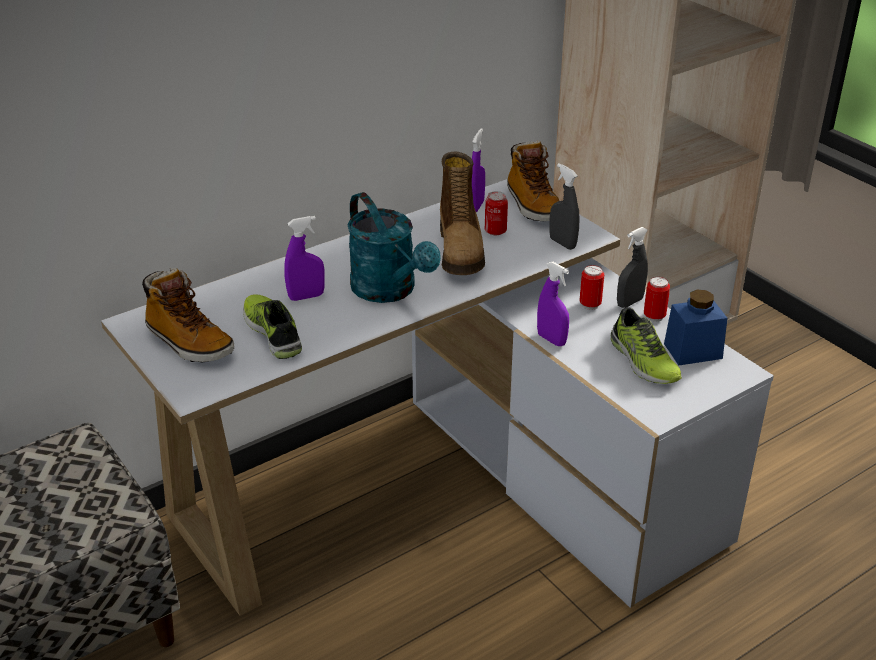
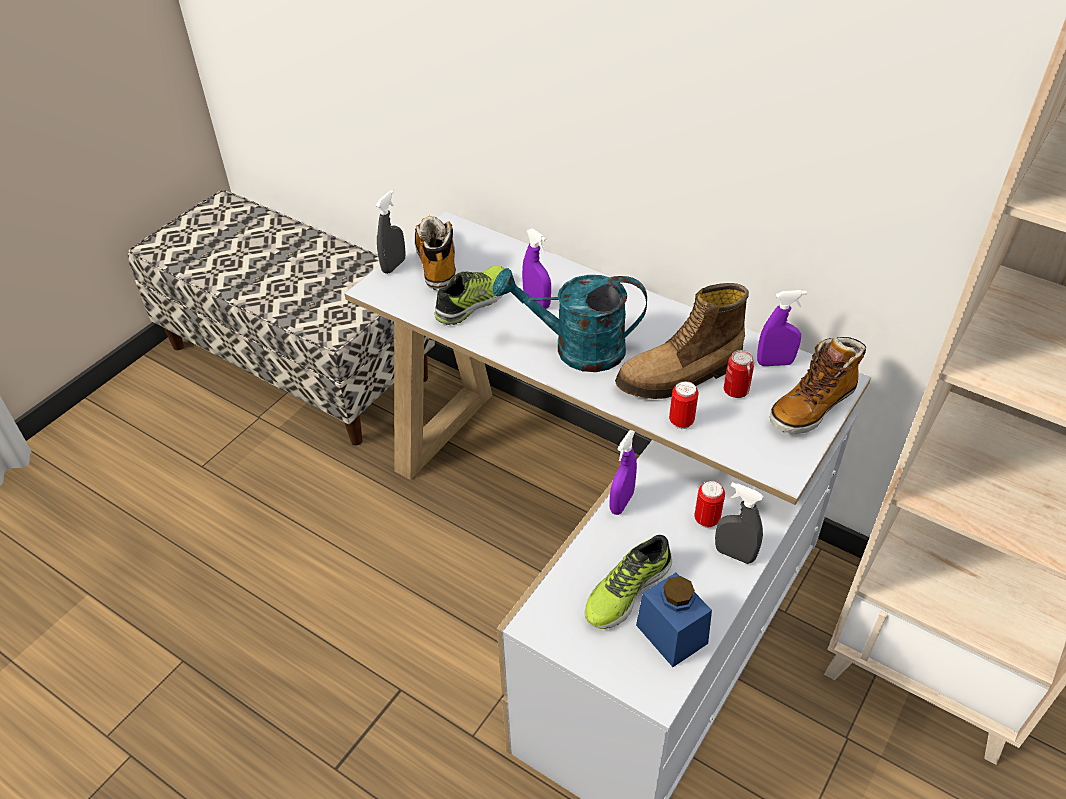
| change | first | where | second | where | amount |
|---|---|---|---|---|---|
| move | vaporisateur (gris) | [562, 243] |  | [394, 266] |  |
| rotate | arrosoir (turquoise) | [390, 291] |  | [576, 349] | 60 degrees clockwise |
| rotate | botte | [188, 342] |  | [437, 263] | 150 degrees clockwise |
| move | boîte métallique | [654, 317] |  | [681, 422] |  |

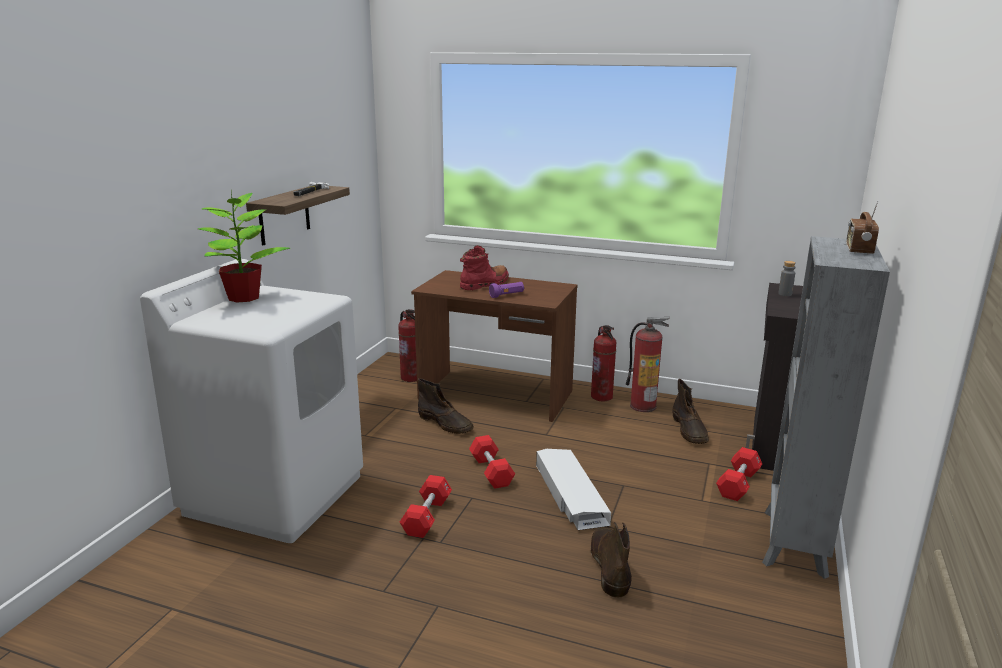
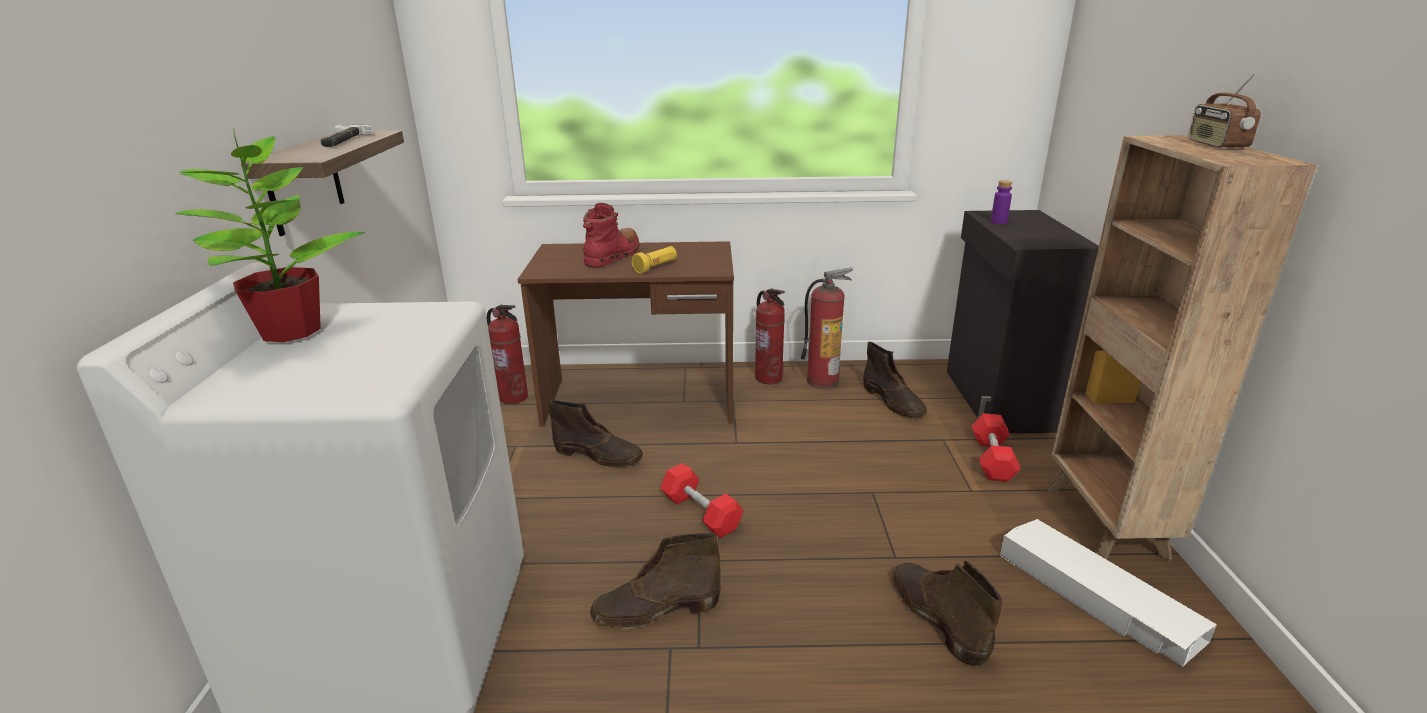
| change | first | where | second | where | amount |
|---|---|---|---|---|---|
| recolor | bibliothèque (gris) | [794, 544] | bibliothèque (marron) | [1105, 523] |  |
| recolor | bouteille (gris) | [785, 294] | bouteille (violet) | [998, 222] |  |
| recolor | lampe de poche (violet) | [507, 295] | lampe de poche (jaune) | [656, 267] |  |
| move | boîte de rangement (blanc) | [570, 494] |  | [1097, 597] |  |
| replace | haltère (rouge) | [427, 517] | botte (marron) | [655, 609] |  |

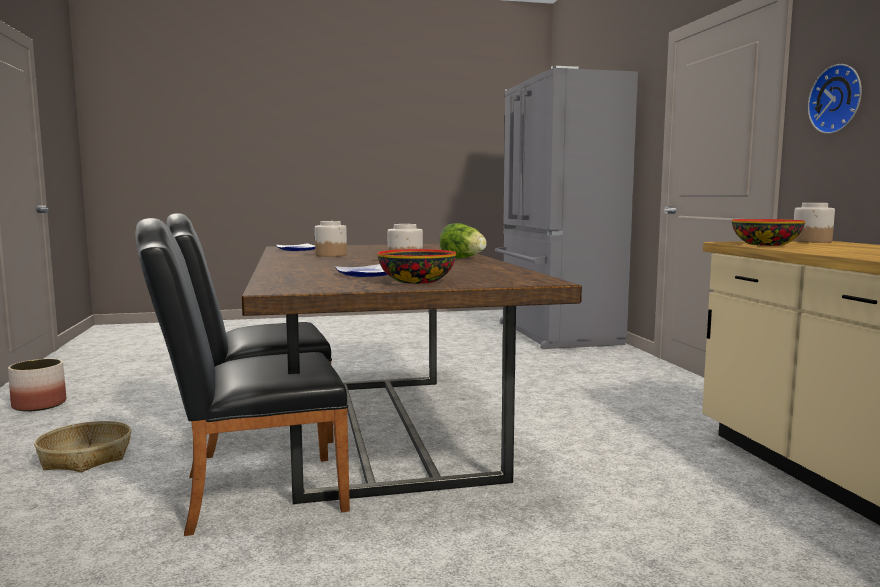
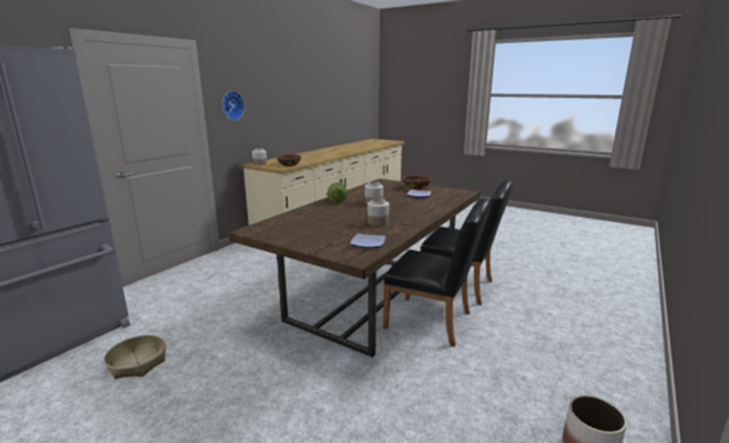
| change | first | where | second | where | amount |
|---|---|---|---|---|---|
| move | panier | [86, 457] |  | [137, 363] |  |

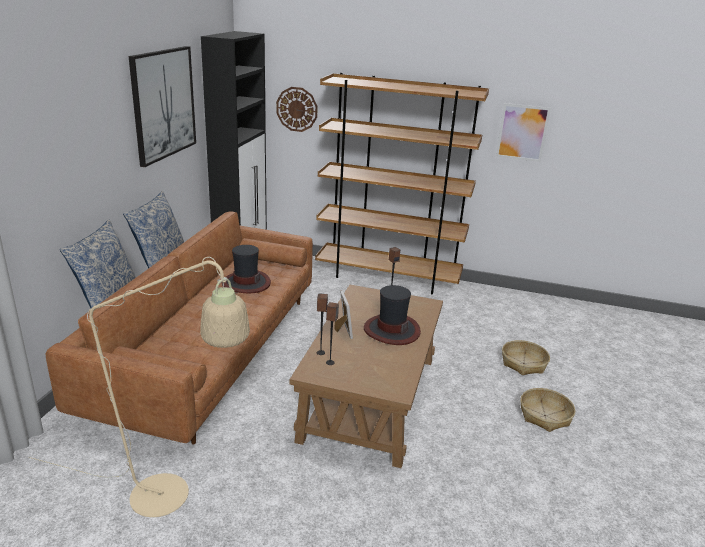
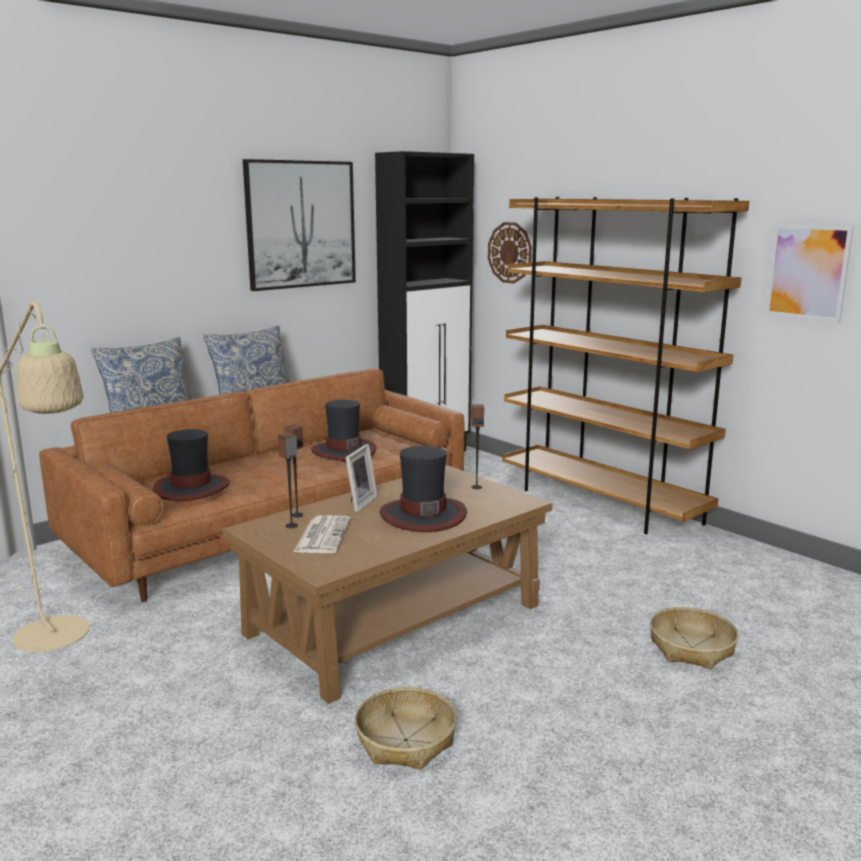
| change | first | where | second | where | amount |
|---|---|---|---|---|---|
| move | panier | [545, 416] |  | [406, 740] |  |
| insert |  |  | chapeau | [191, 488] |  |
| insert |  |  | journal | [322, 535] |  |

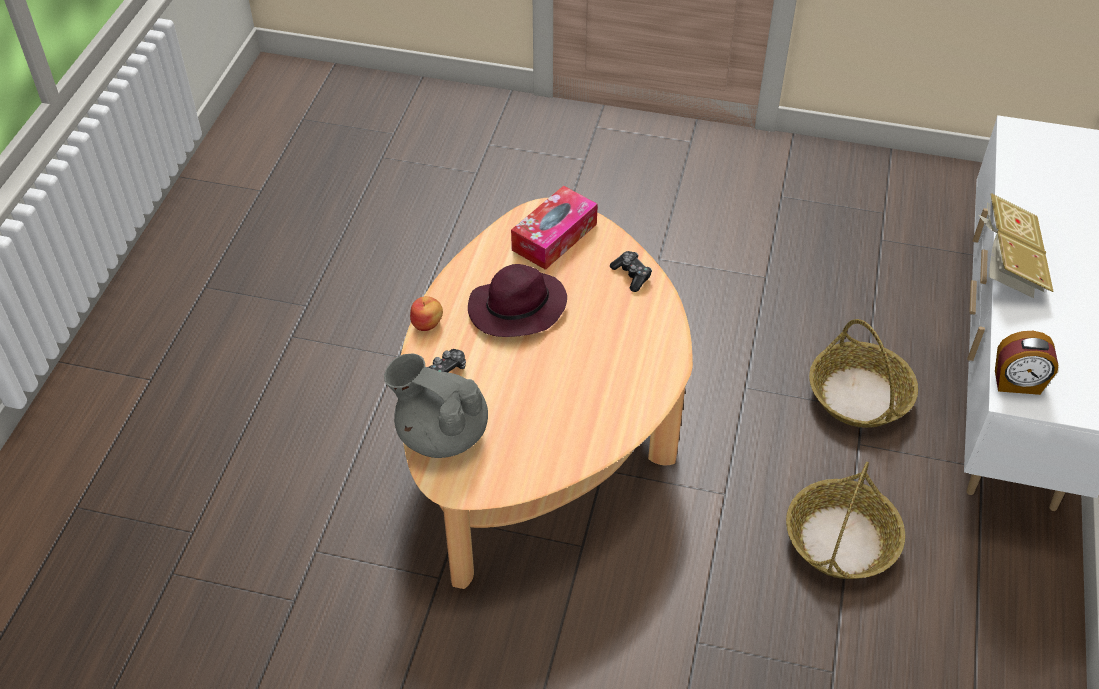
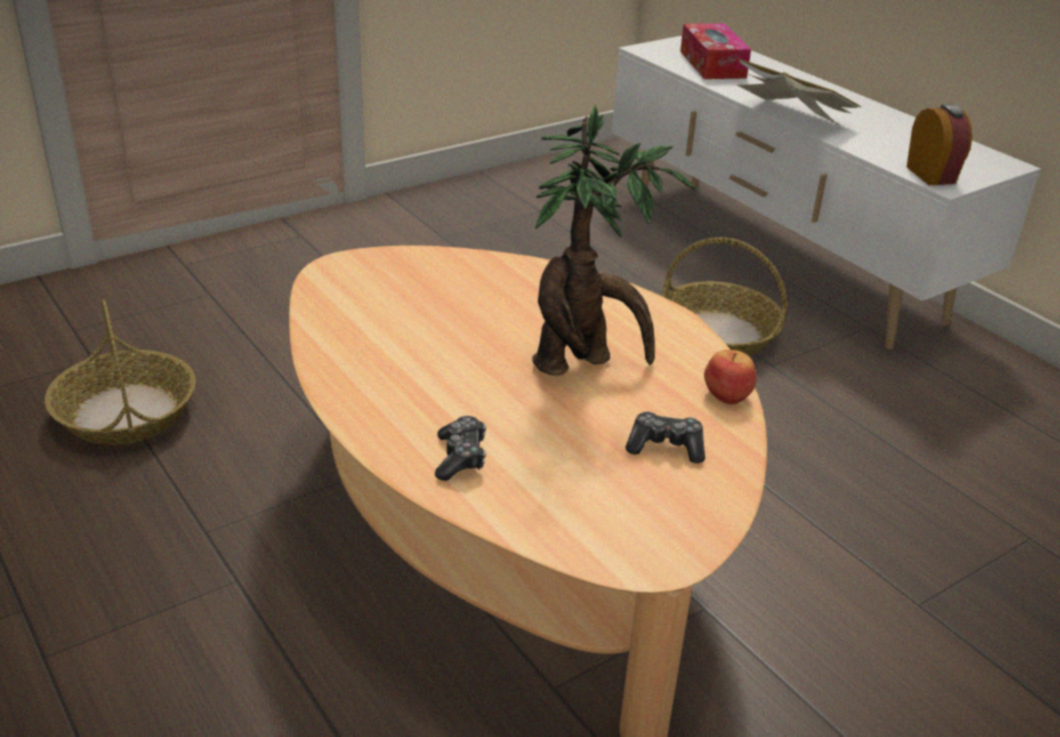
| change | first | where | second | where | amount |
|---|---|---|---|---|---|
| move | boîte à mouchoirs | [554, 237] |  | [712, 64] |  |
| move | manette | [632, 275] |  | [665, 446] |  |
| delete | chapeau (violet) | [516, 309] |  |  |  |
| move | pomme | [427, 323] |  | [728, 394] |  |
| rotate | réveil | [1017, 383] |  | [932, 175] | 60 degrees counterclockwise |
| delete | théière (gris) | [441, 433] |  |  |  |
| move | panier | [841, 541] |  | [126, 413] |  |
| insert |  |  | plante en pot | [584, 363] |  |

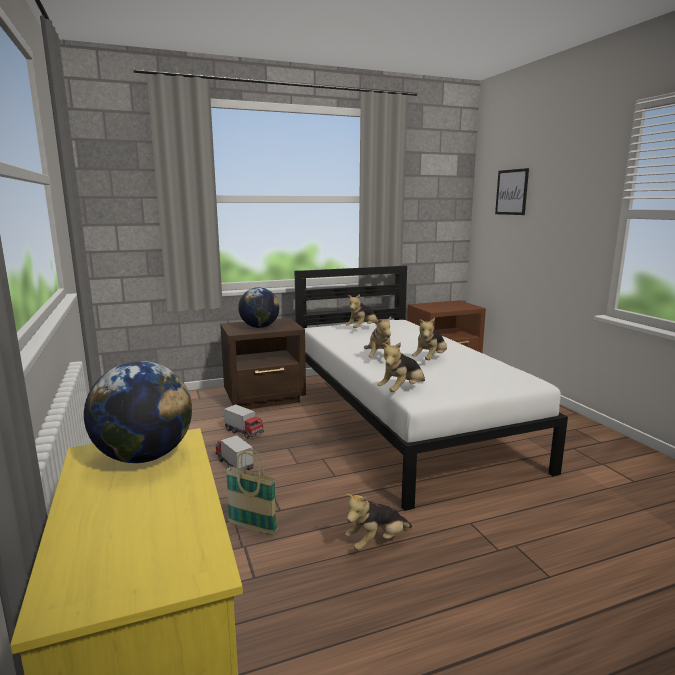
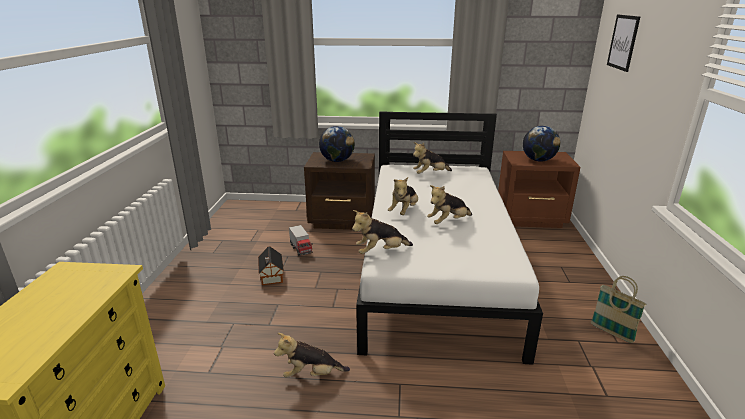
| change | first | where | second | where | amount |
|---|---|---|---|---|---|
| move | globe | [144, 456] |  | [538, 160] |  |
| replace | camion jouet | [234, 464] | maison miniature | [271, 276] |  |
| move | panier | [252, 527] |  | [611, 333] |  |

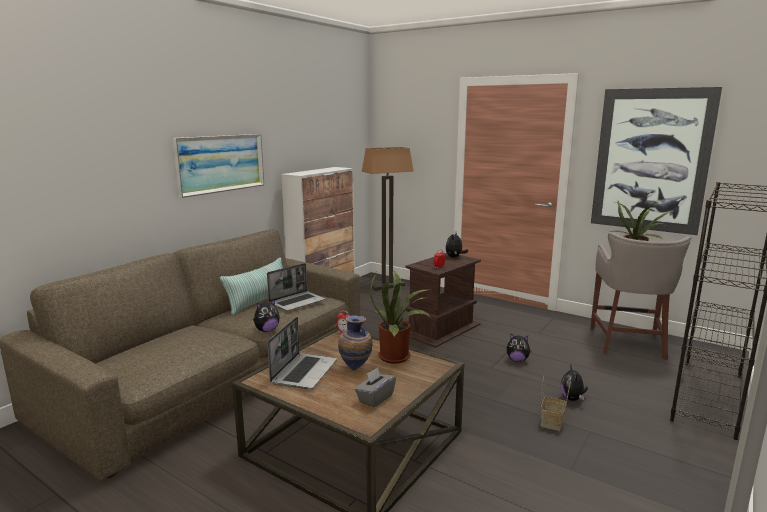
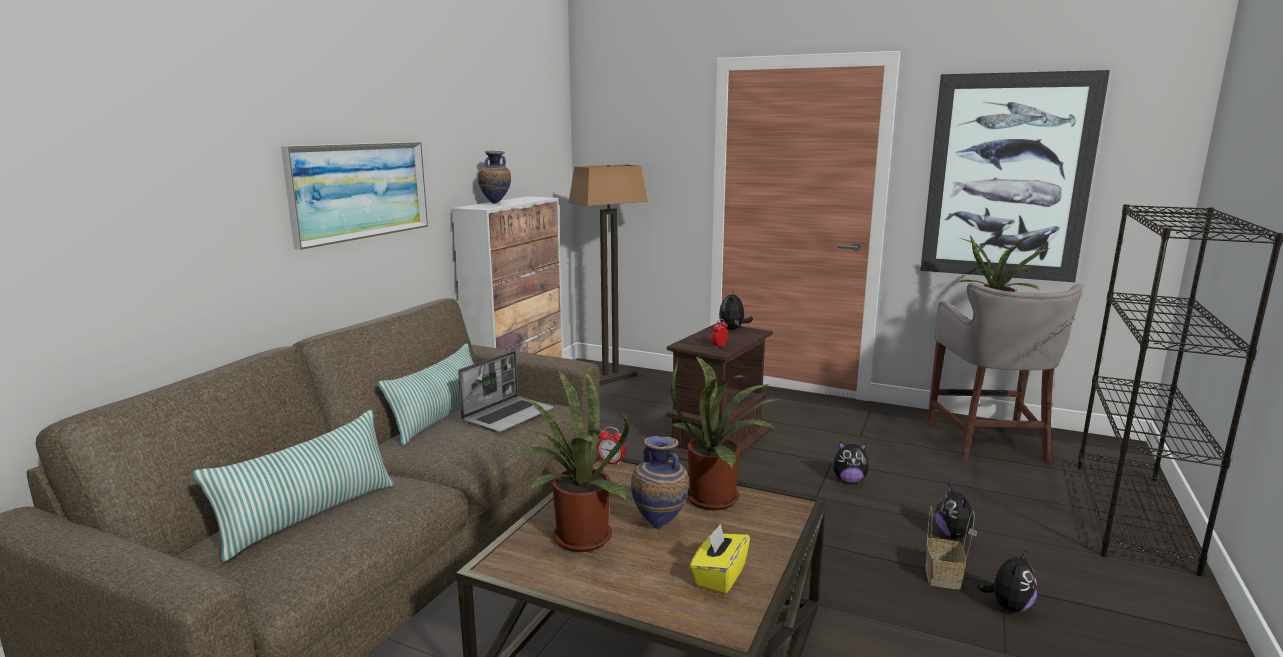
| change | first | where | second | where | amount |
|---|---|---|---|---|---|
| move | peluche | [266, 330] |  | [1008, 606] |  |
| replace | ordinateur portable | [304, 371] | plante en pot | [575, 539] |  |
| recolor | boîte à mouchoirs (gris) | [375, 398] | boîte à mouchoirs (jaune) | [719, 577] |  |
| insert |  |  | vase | [495, 204] |  |
| insert |  |  | coussin | [309, 516] |  |

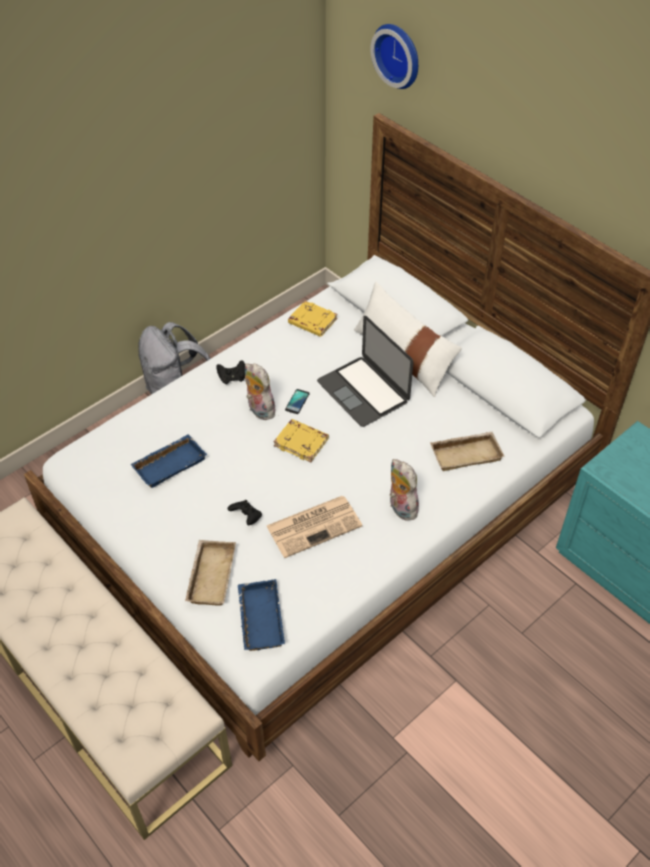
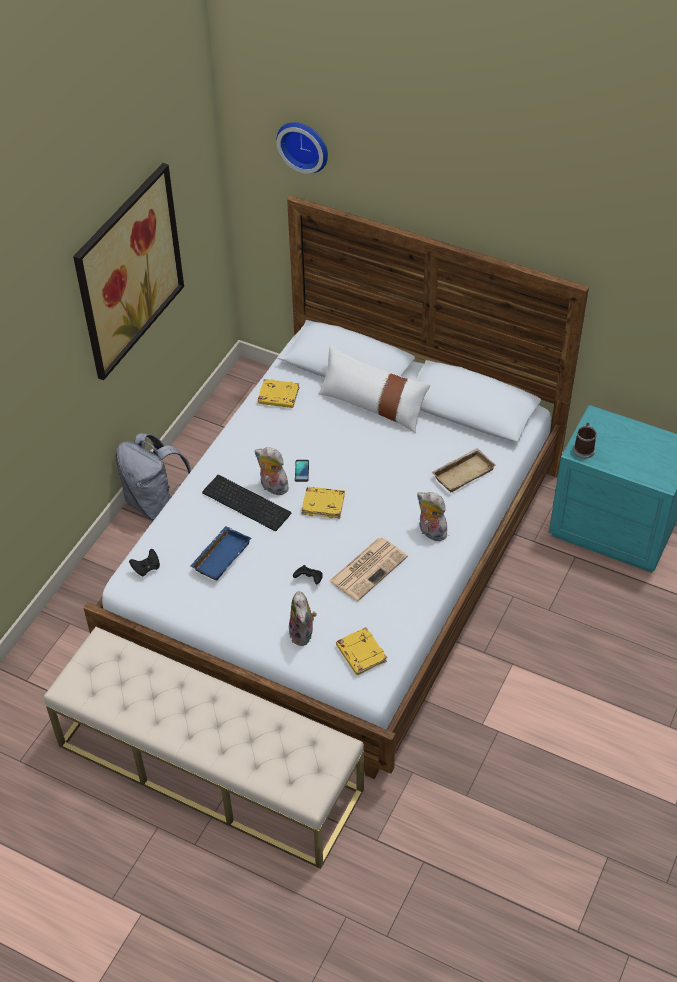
| change | first | where | second | where | amount |
|---|---|---|---|---|---|
| delete | ordinateur portable | [363, 391] |  |  |  |
| move | manette (noir) | [232, 378] |  | [146, 568] |  |
| replace | plateau (beige) | [209, 575] | peluche | [303, 634] |  |
| replace | plateau (bleu) | [258, 618] | livre (jaune) | [360, 653] |  |
| insert |  |  | tableau | [128, 271] |  |
| insert |  |  | mug | [584, 448] |  |
| insert |  |  | clavier | [248, 502] |  |

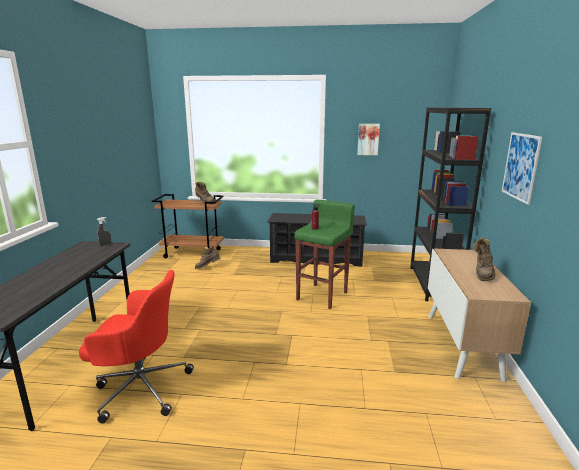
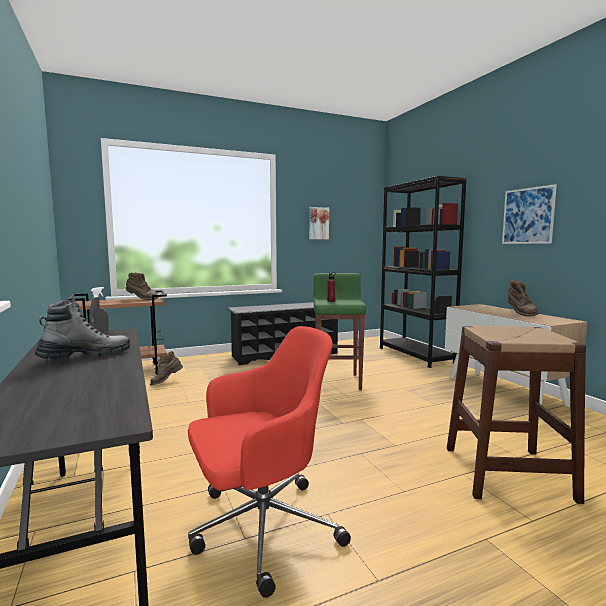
| change | first | where | second | where | amount |
|---|---|---|---|---|---|
| insert |  |  | botte | [86, 356] |  |
| insert |  |  | tabouret (marron) | [507, 472] |  |

